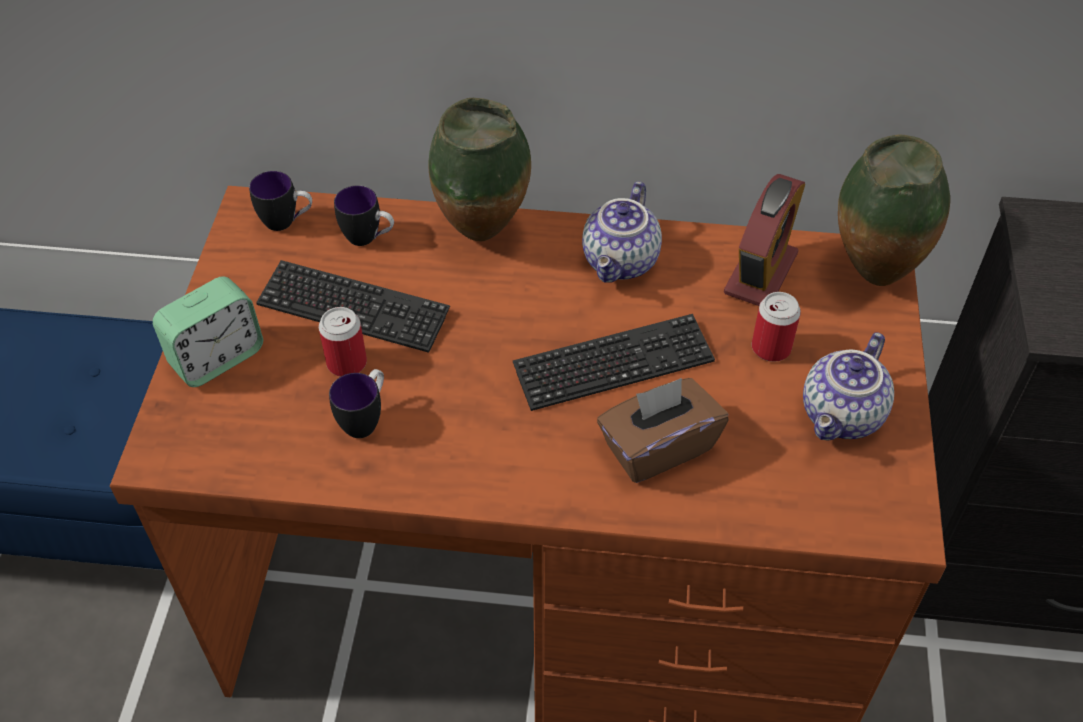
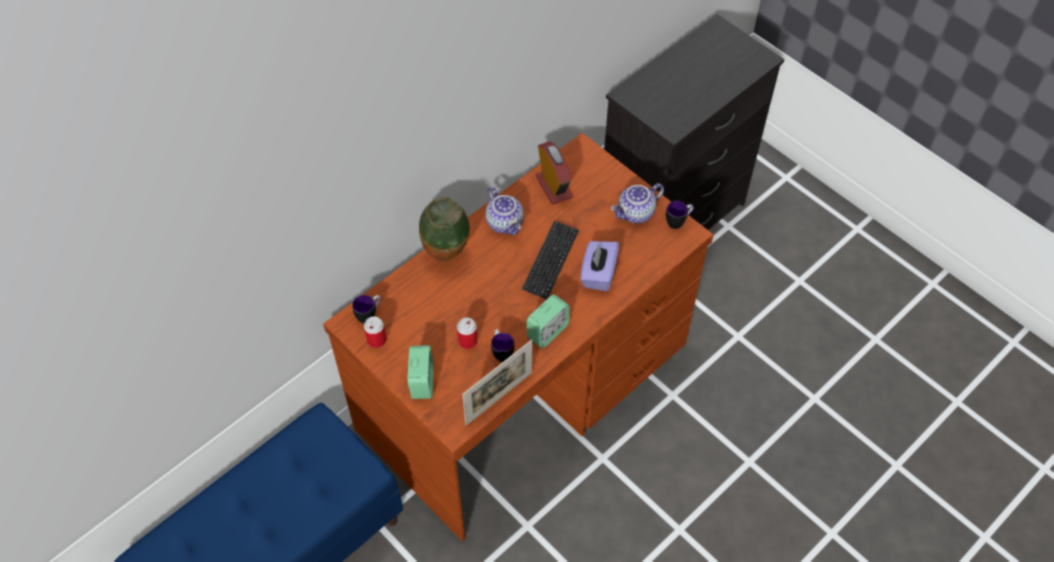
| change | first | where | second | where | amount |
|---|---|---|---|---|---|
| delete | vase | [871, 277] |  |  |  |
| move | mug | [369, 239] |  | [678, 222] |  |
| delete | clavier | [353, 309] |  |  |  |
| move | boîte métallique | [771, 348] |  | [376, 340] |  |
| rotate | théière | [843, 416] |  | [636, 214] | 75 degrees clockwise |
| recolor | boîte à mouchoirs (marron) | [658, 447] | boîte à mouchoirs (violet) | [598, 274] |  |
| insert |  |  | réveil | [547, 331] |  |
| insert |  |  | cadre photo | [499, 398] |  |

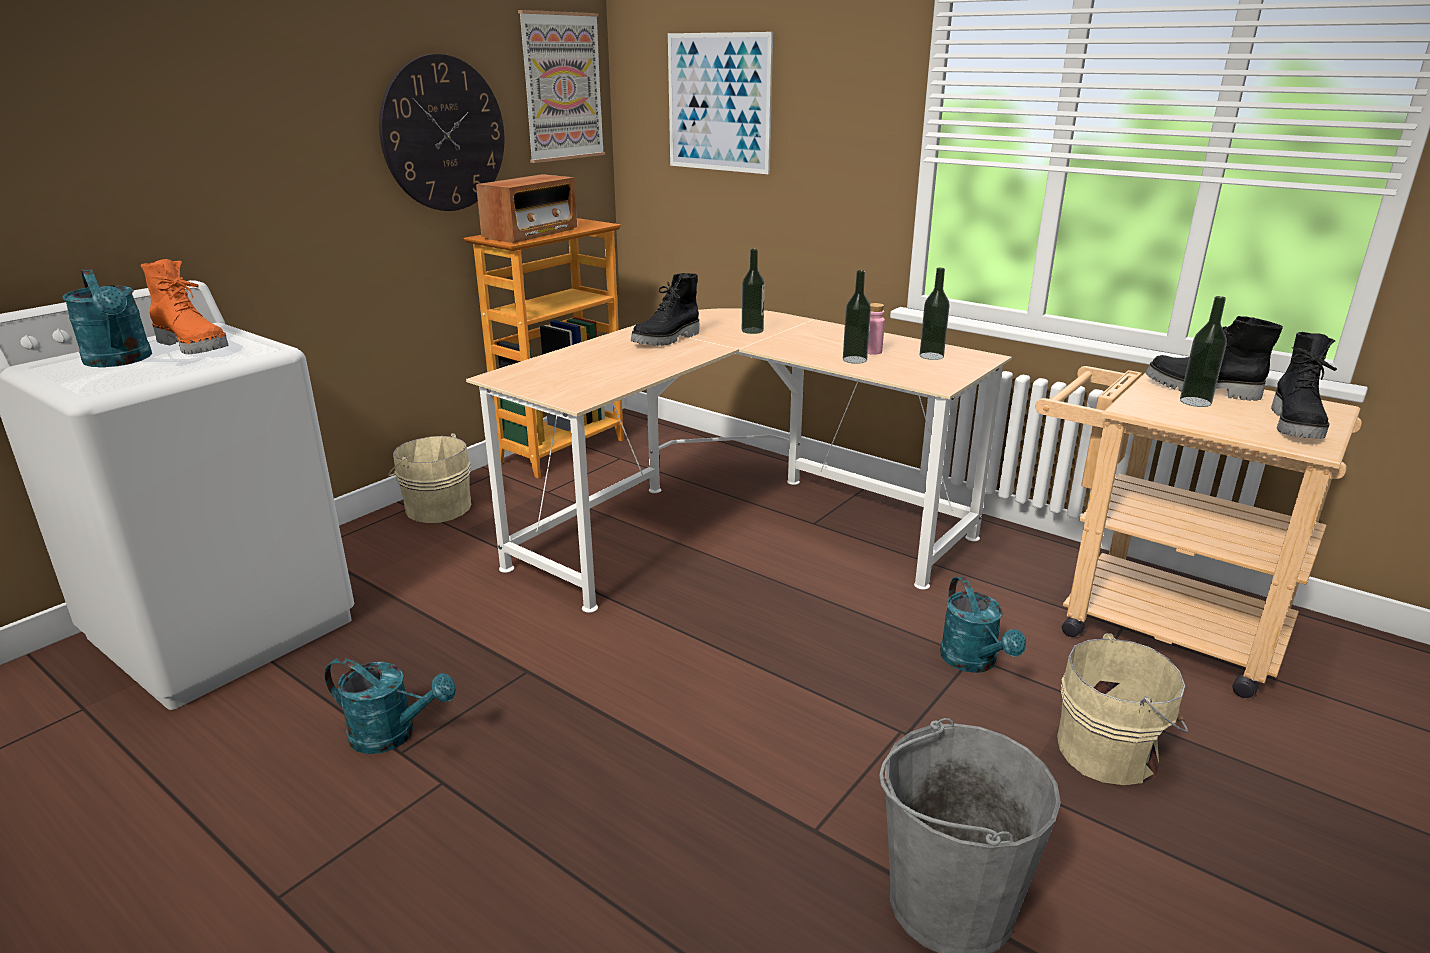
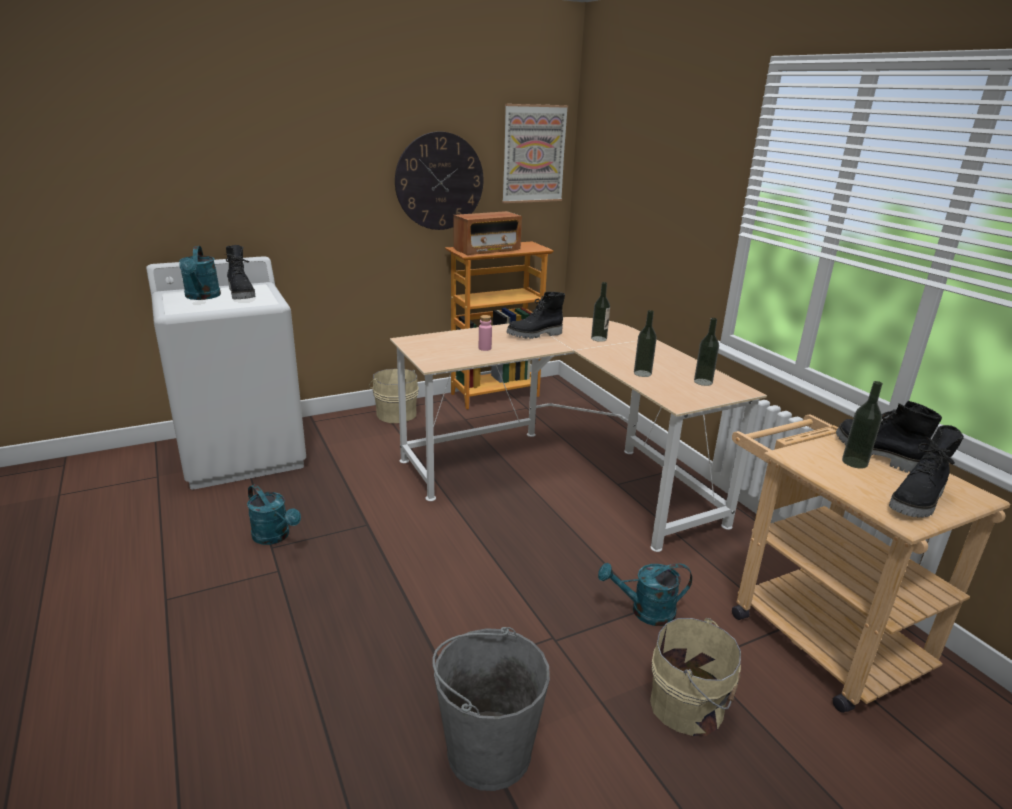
| change | first | where | second | where | amount |
|---|---|---|---|---|---|
| delete | tableau | [719, 103] |  |  |  |
| recolor | botte (orange) | [194, 346] | botte (noir) | [242, 294] |  |
| move | bouteille (rose) | [872, 351] |  | [485, 348] |  |
| rotate | arrosoir (turquoise) | [974, 662] |  | [645, 612] | 75 degrees clockwise |

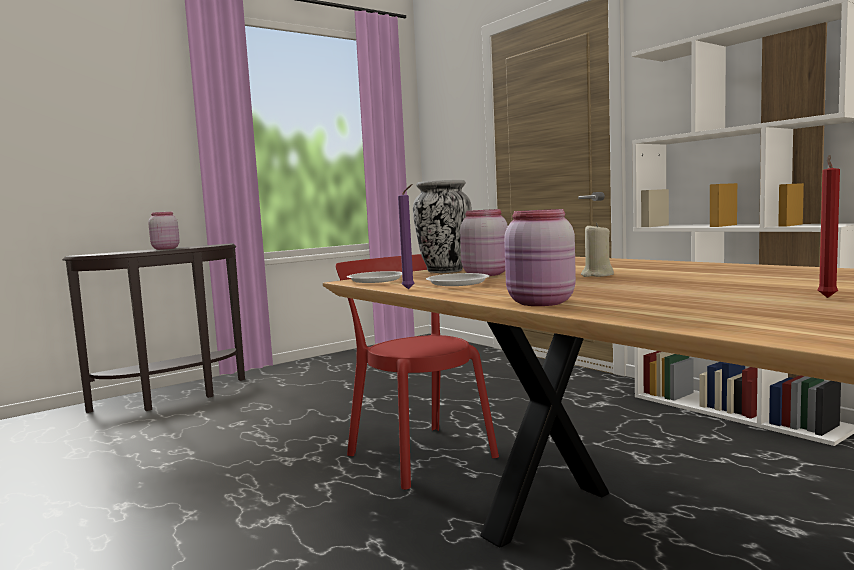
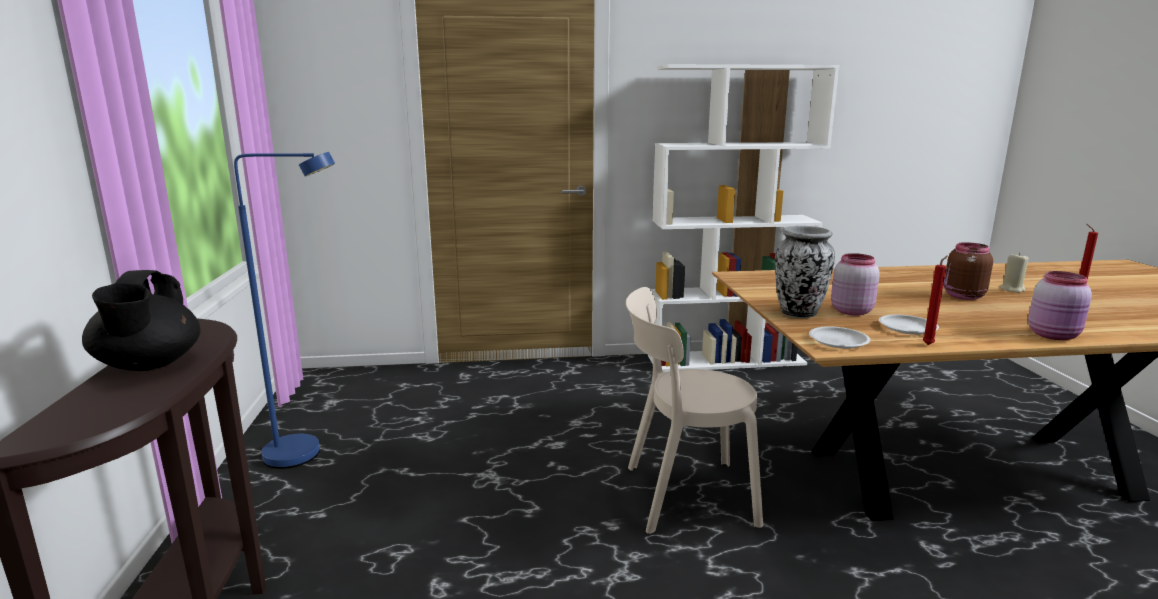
| change | first | where | second | where | amount |
|---|---|---|---|---|---|
| recolor | bougie (violet) | [410, 289] | bougie (rouge) | [929, 344] |  |
| replace | bocal (rose) | [165, 248] | théière (noir) | [149, 365] |  |
| move | bougie (beige) | [597, 275] |  | [1012, 289] |  |
| recolor | chaise (rouge) | [417, 453] | chaise (beige) | [683, 495] |  |
| insert |  |  | lampadaire (bleu) | [307, 454] |  |
| insert |  |  | bocal (marron) | [962, 296] |  |

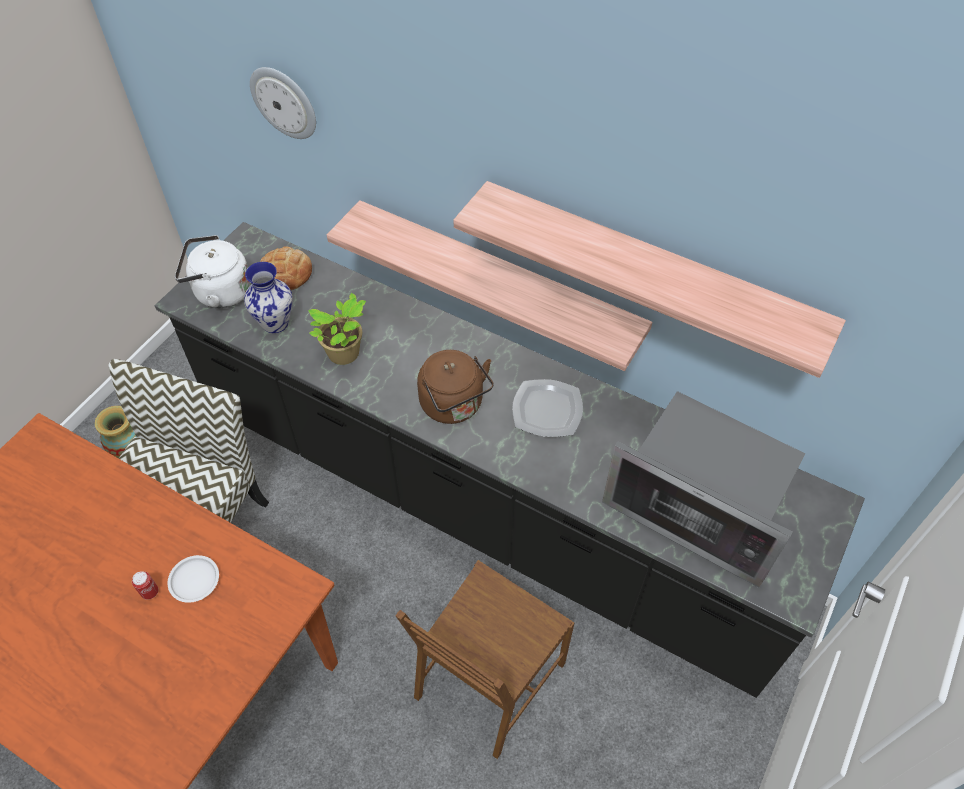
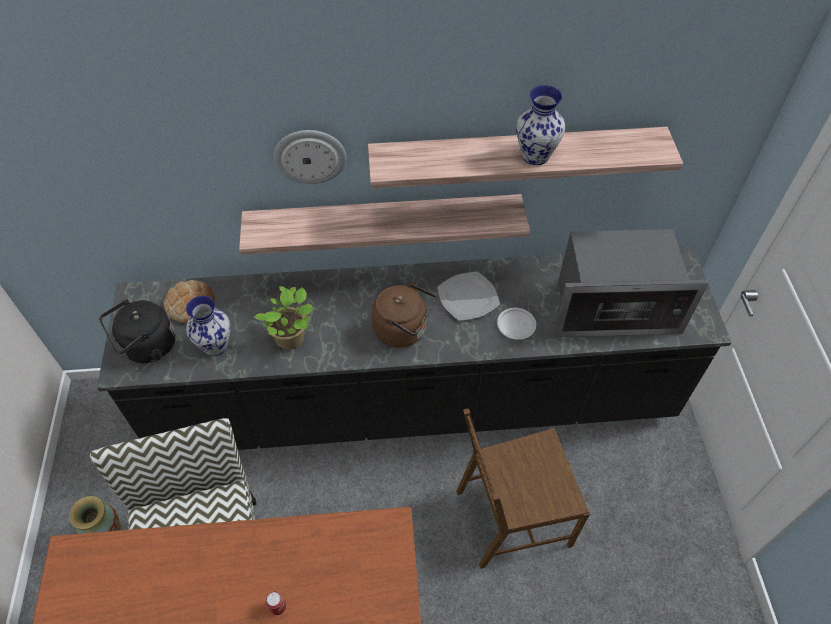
| change | first | where | second | where | amount |
|---|---|---|---|---|---|
| move | horloge murale | [284, 102] |  | [310, 156] |  |
| recolor | bouilloire (blanc) | [219, 292] | bouilloire (noir) | [147, 347] |  |
| move | assiette (blanc) | [194, 580] |  | [516, 325] |  |
| rotate | chaise (marron) | [488, 680] |  | [511, 517] | 75 degrees clockwise |
| insert |  |  | vase | [536, 156] |  |

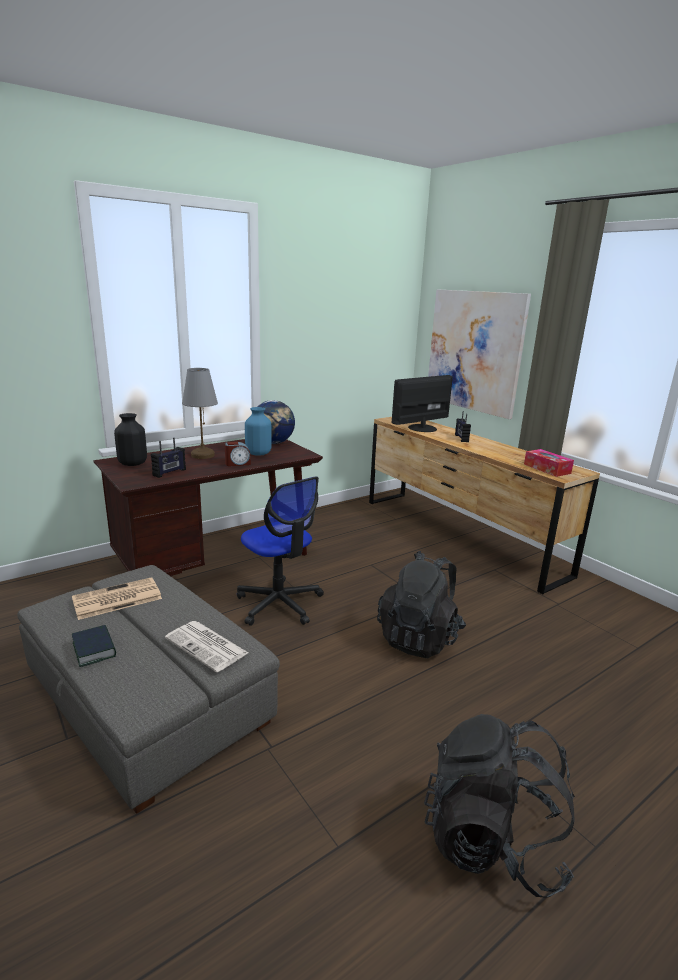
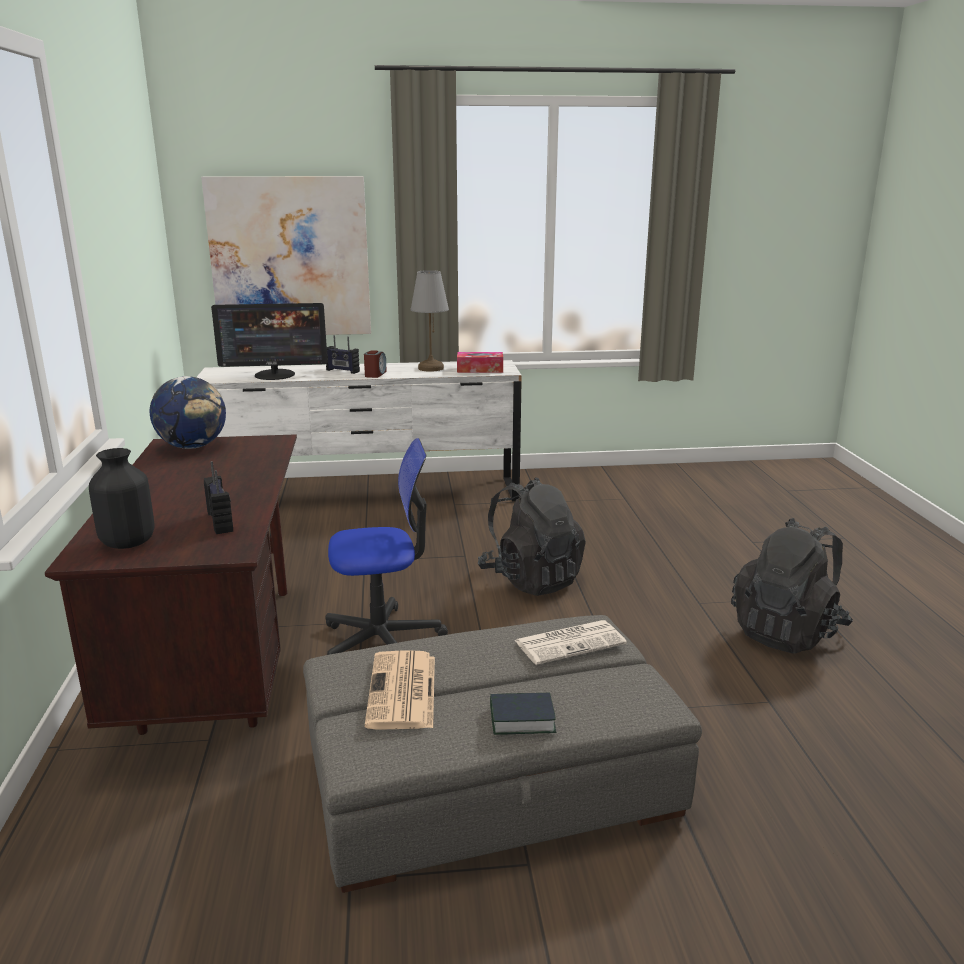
| change | first | where | second | where | amount |
|---|---|---|---|---|---|
| move | lampe de table (gris) | [202, 455] |  | [430, 368] |  |
| rotate | écran d'ordinateur | [421, 428] |  | [275, 375] | 90 degrees counterclockwise |
| delete | vase (bleu) | [258, 453] |  |  |  |
| recolor | commode (marron) | [458, 535] | commode (blanc) | [366, 495] |  |
| move | réveil | [237, 463] |  | [375, 374] |  |

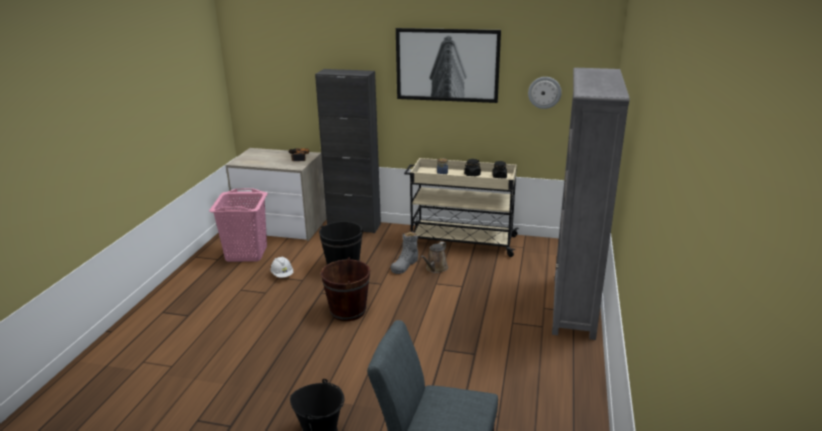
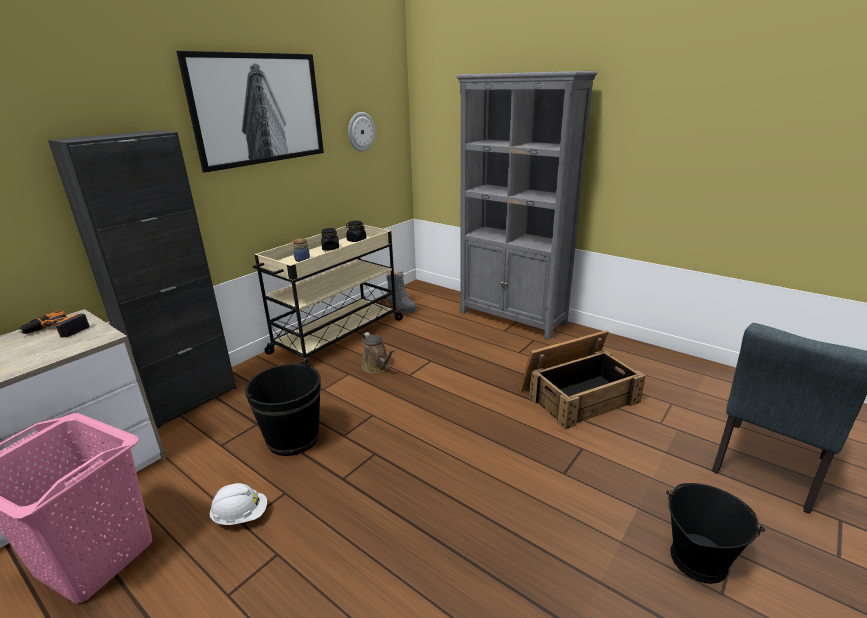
| change | first | where | second | where | amount |
|---|---|---|---|---|---|
| move | botte (gris) | [405, 265] |  | [401, 305] |  |
| delete | seau (marron) | [348, 311] |  |  |  |
| insert |  |  | caisse | [578, 395] |  |

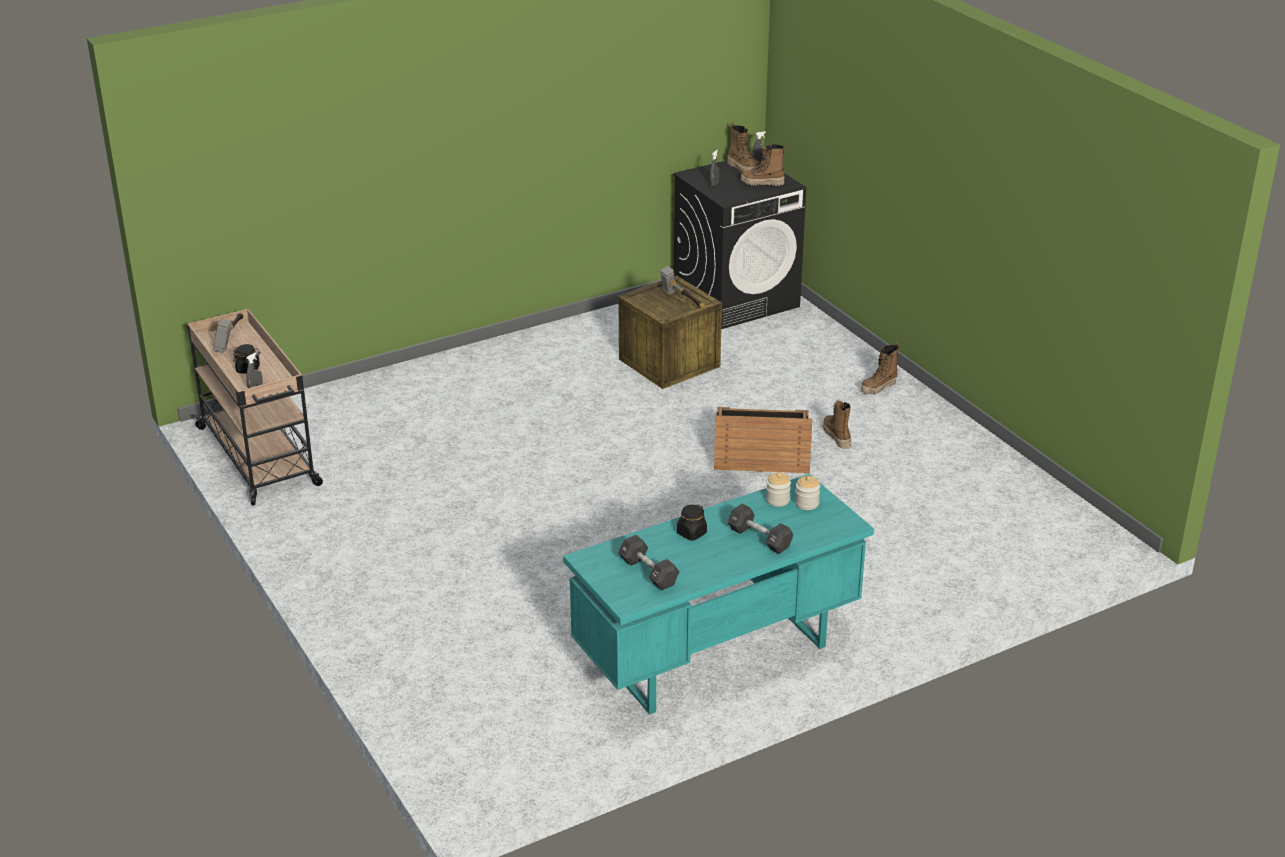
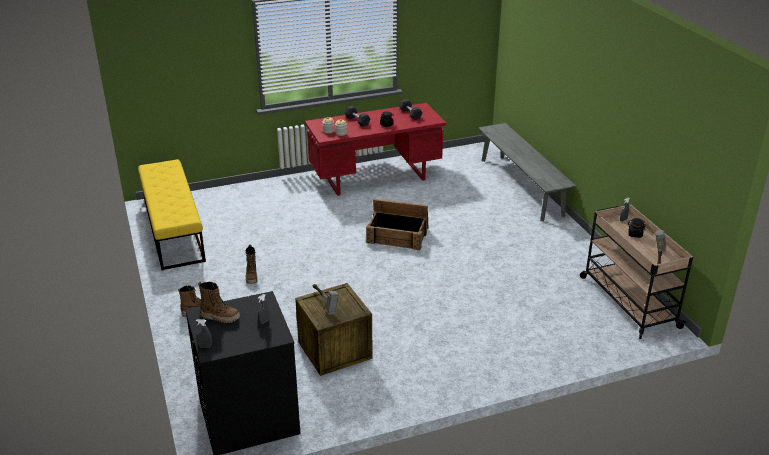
| change | first | where | second | where | amount |
|---|---|---|---|---|---|
| delete | botte | [743, 168] |  |  |  |
| move | caisse | [760, 453] |  | [398, 235] |  |
| recolor | bureau (turquoise) | [716, 657] | bureau (rouge) | [376, 178] |  |
| insert |  |  | banc (gris) | [521, 187] |  |
| insert |  |  | banc (jaune) | [173, 230] |  |

